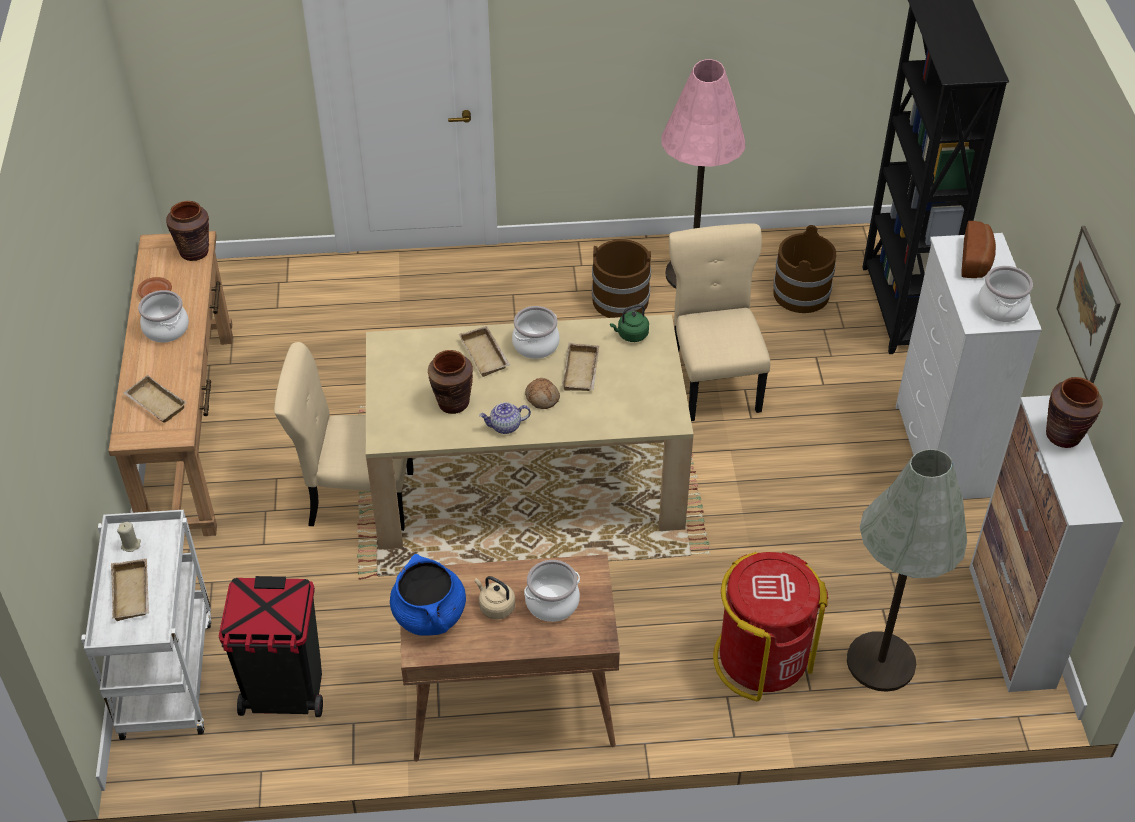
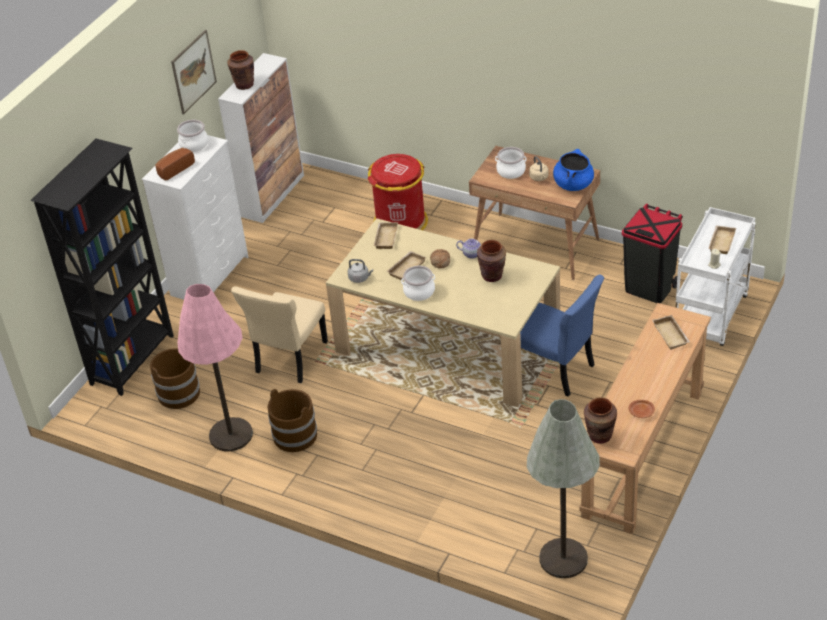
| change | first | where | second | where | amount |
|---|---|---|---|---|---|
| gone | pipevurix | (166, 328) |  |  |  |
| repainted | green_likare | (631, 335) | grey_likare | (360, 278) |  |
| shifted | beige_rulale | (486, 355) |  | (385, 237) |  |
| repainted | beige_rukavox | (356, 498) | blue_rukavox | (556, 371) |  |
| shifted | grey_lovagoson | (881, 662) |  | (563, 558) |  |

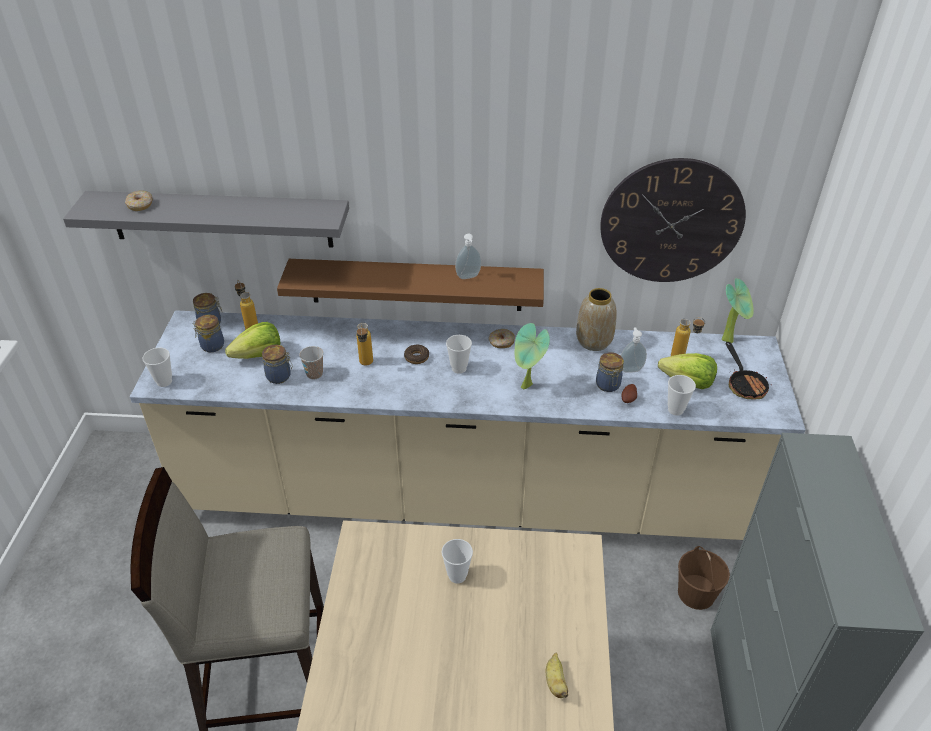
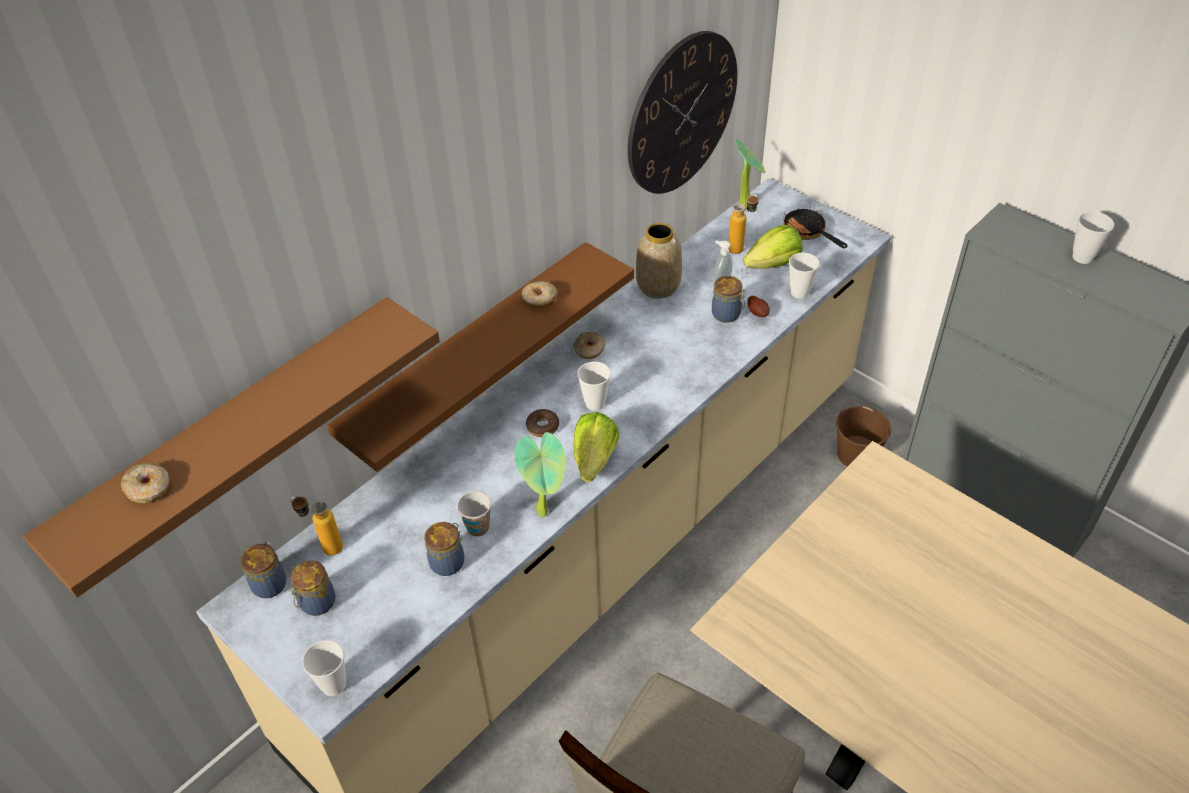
| change | first | where | second | where | amount |
|---|---|---|---|---|---|
| repainted | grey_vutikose | (221, 219) | brown_vutikose | (233, 434) |  |
| swapped | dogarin | (468, 277) | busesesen | (539, 299) |  |
| shifted | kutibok | (258, 355) |  | (594, 459) |  |
| gone | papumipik | (366, 365) |  |  |  |
| shifted | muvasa | (527, 387) |  | (545, 511) |  |
| rotated | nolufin | (744, 384) |  | (808, 233) | 150 degrees counterclockwise |
| shifted | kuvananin | (457, 575) |  | (1082, 257) |  |
| gone | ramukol | (555, 682) |  |  |  |

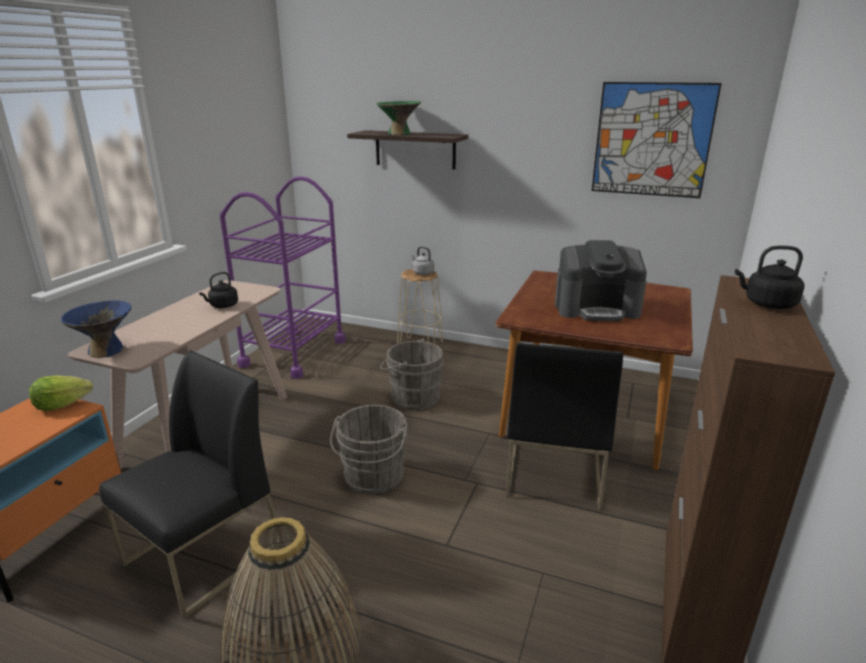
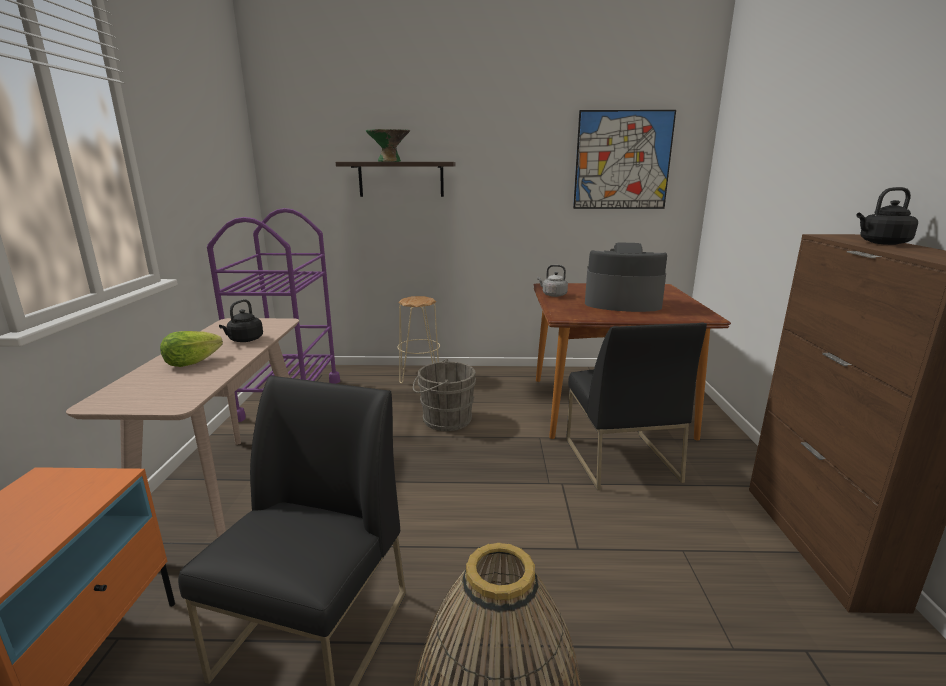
| change | first | where | second | where | amount |
|---|---|---|---|---|---|
| rotated | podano | (597, 308) |  | (621, 303) | 150 degrees counterclockwise |
| shifted | grey_likare | (422, 273) |  | (553, 295) |  |
| gone | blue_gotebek | (106, 350) |  |  |  |
| shifted | kutibok | (62, 405) |  | (191, 363) |  |
| gone | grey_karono | (373, 478) |  |  |  |

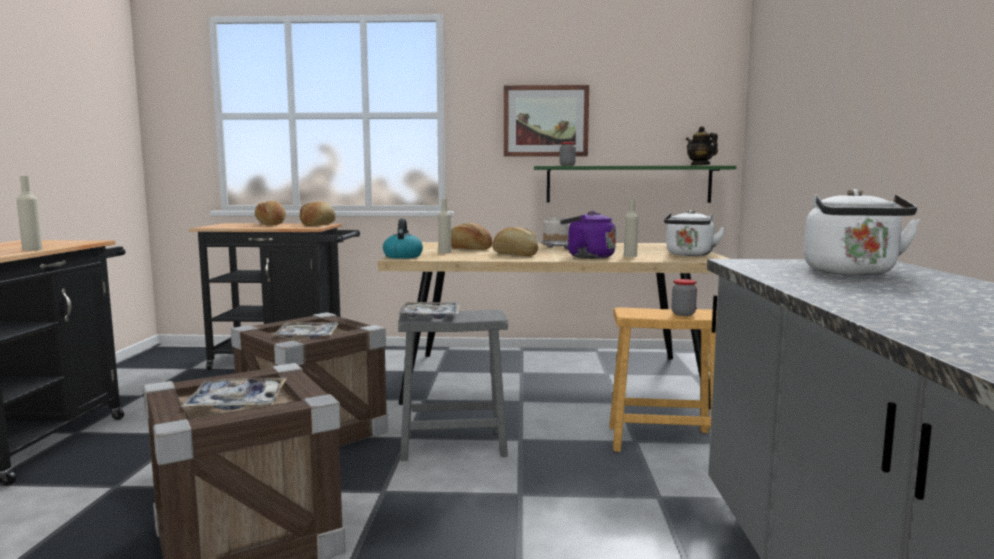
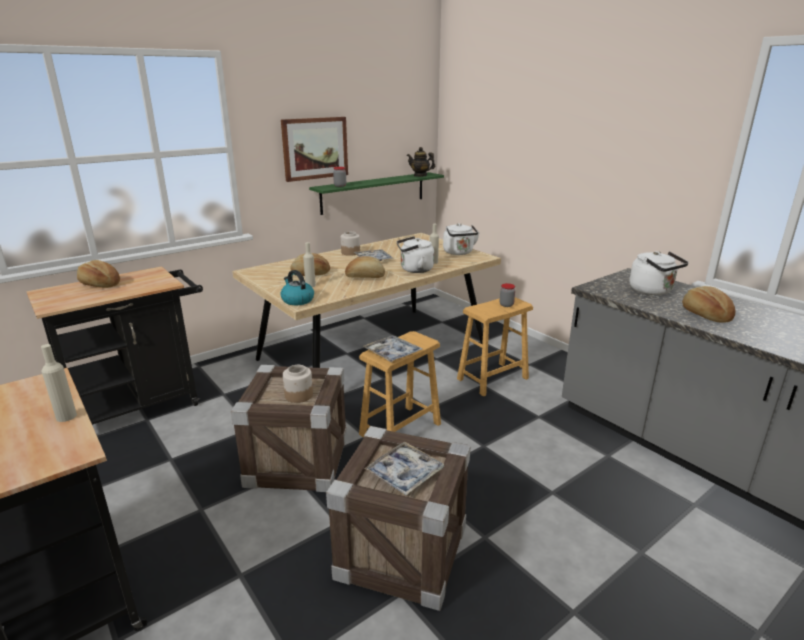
| change | first | where | second | where | amount |
|---|---|---|---|---|---|
| shifted | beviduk | (318, 225) |  | (705, 315) |  |
| repainted | purple_likare | (587, 257) | white_likare | (414, 270) |  |
| repainted | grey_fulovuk | (453, 445) | brown_fulovuk | (400, 429) |  |
| swapped | rulale | (307, 337) | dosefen | (298, 395) |  |

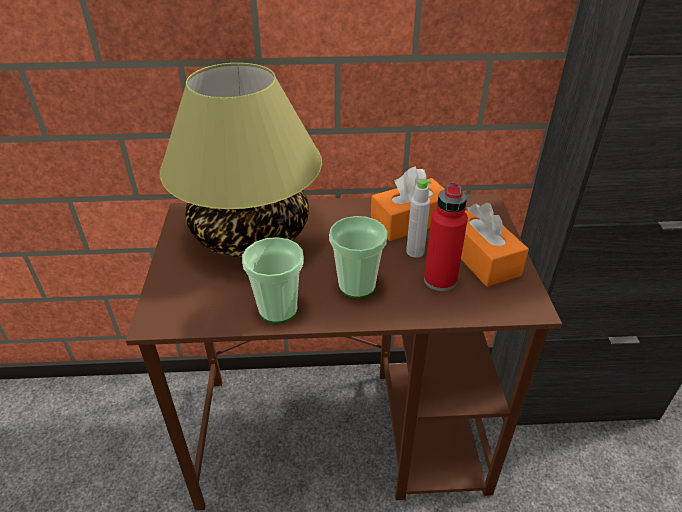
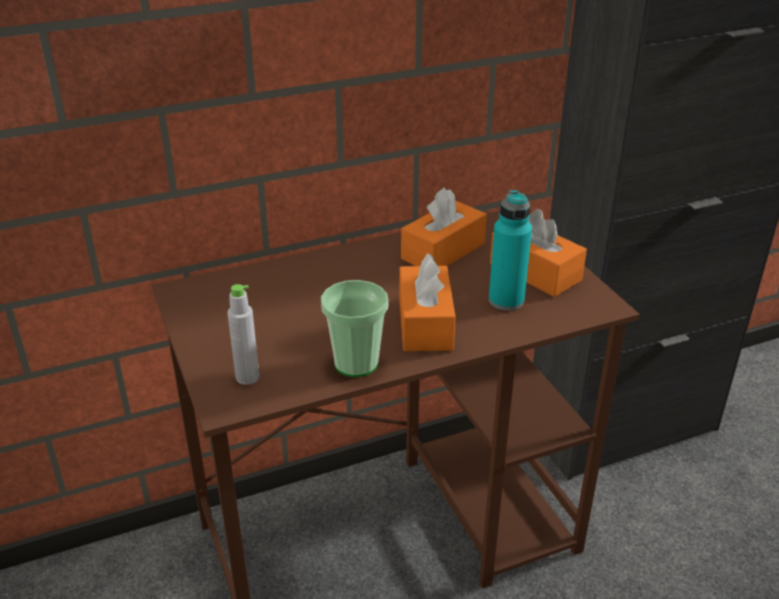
| change | first | where | second | where | amount |
|---|---|---|---|---|---|
| gone | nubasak | (252, 233) |  |  |  |
| shifted | grey_papumipik | (415, 252) |  | (247, 377) |  |
| repainted | red_papumipik | (440, 280) | turquoise_papumipik | (506, 300) |  |
| swapped | kuvananin | (357, 285) | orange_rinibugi | (425, 323) |  |

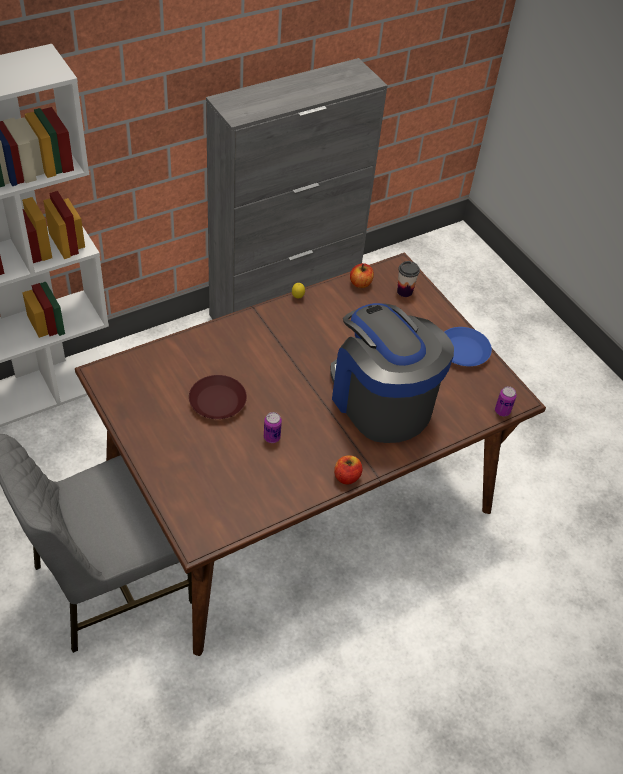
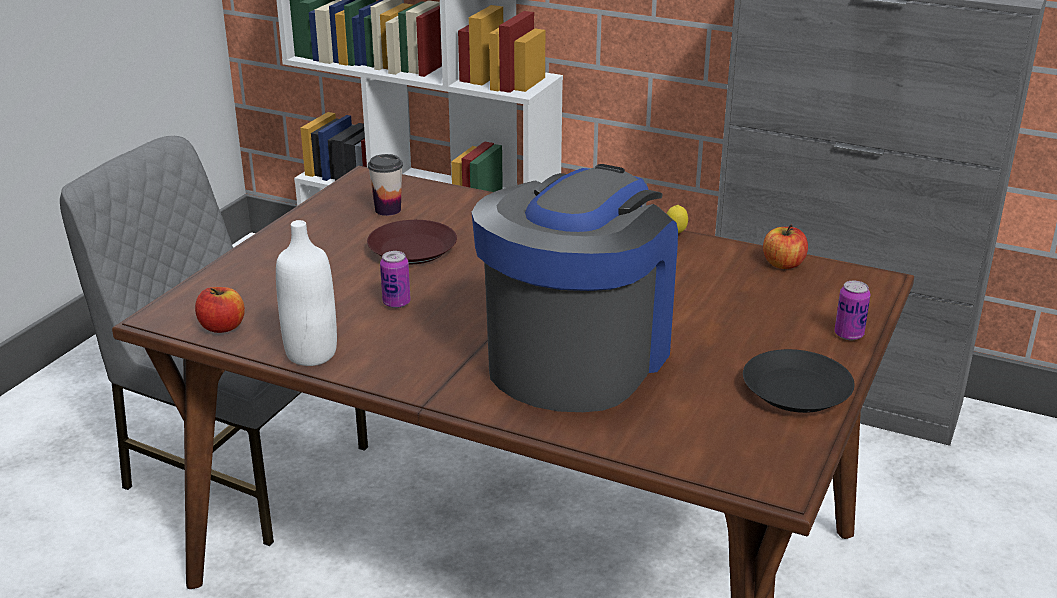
| change | first | where | second | where | amount |
|---|---|---|---|---|---|
| shifted | kuvananin | (404, 291) |  | (388, 210) |  |
| repainted | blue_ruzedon | (463, 351) | black_ruzedon | (795, 390) |  |
| shifted | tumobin | (502, 411) |  | (848, 334) |  |
| shifted | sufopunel | (346, 477) |  | (222, 327) |  |
| new |  |  | white_papumipik | (311, 354) |  |

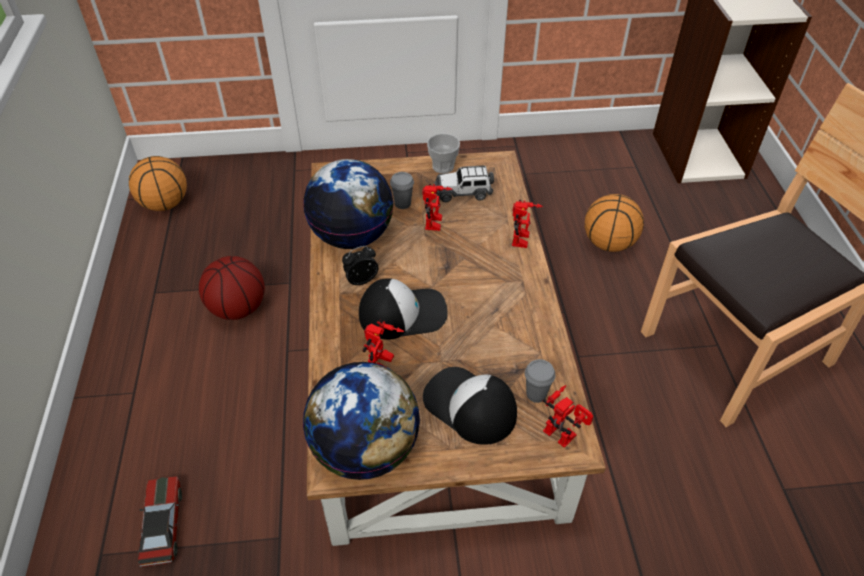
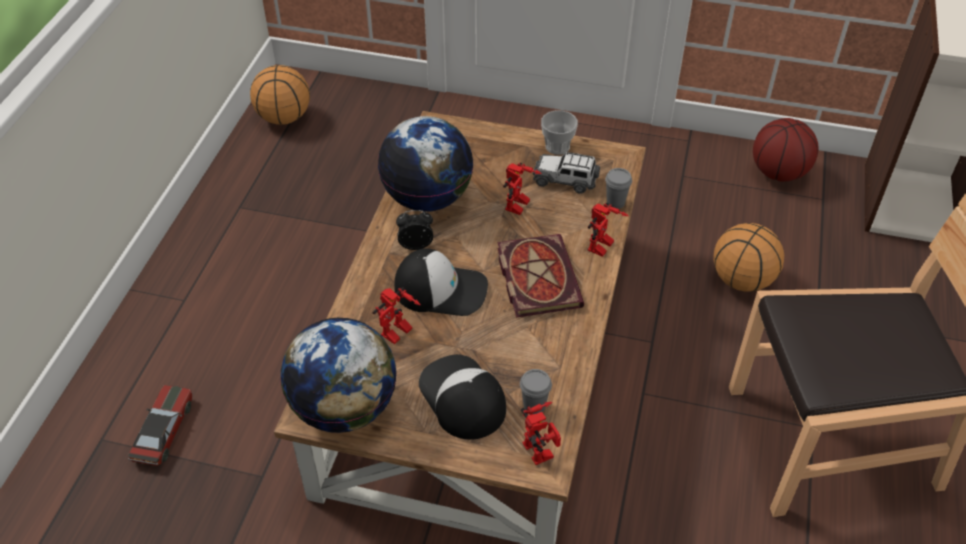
| change | first | where | second | where | amount |
|---|---|---|---|---|---|
| shifted | grey_kuvananin | (402, 204) |  | (615, 203) |  |
| shifted | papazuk | (237, 308) |  | (778, 172) |  |
| new |  |  | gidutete | (536, 276) |  |

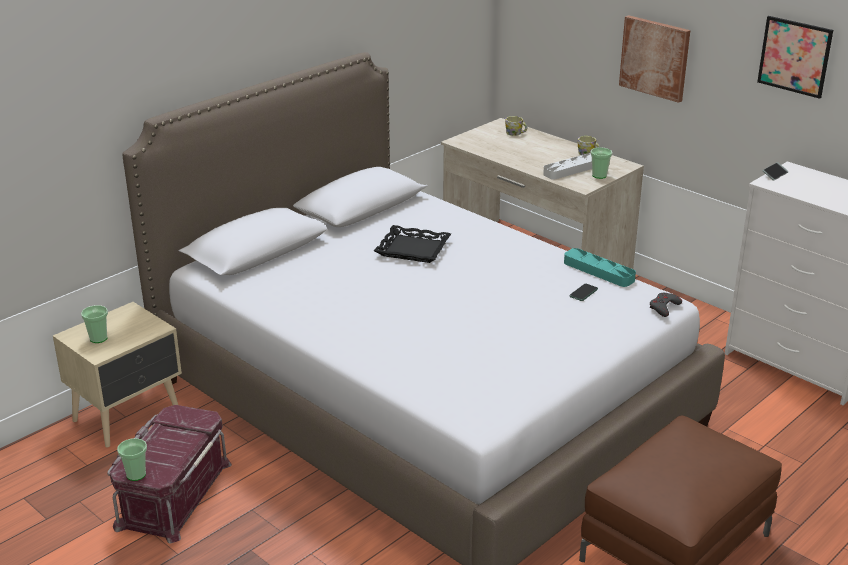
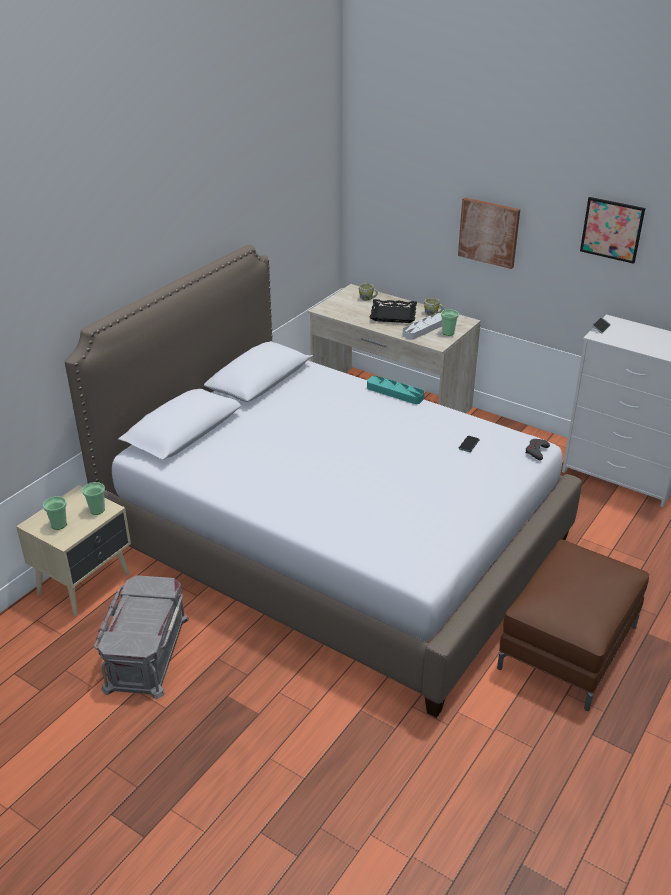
| change | first | where | second | where | amount |
|---|---|---|---|---|---|
| shifted | black_rulale | (413, 249) |  | (393, 314) |  |
| shifted | turquoise_rulale | (598, 271) |  | (395, 393) |  |
| repainted | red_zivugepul | (172, 494) | grey_zivugepul | (145, 652) |  |
| shifted | kuvananin | (136, 474) |  | (97, 510) |  |

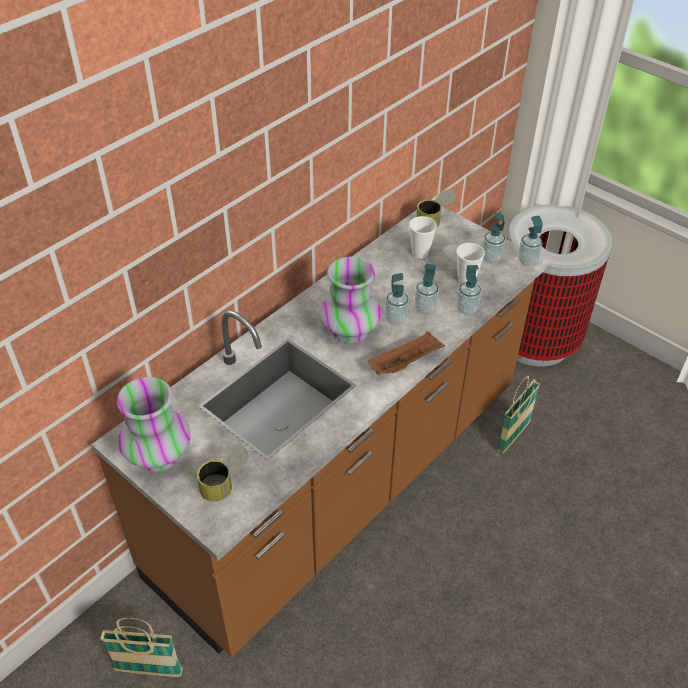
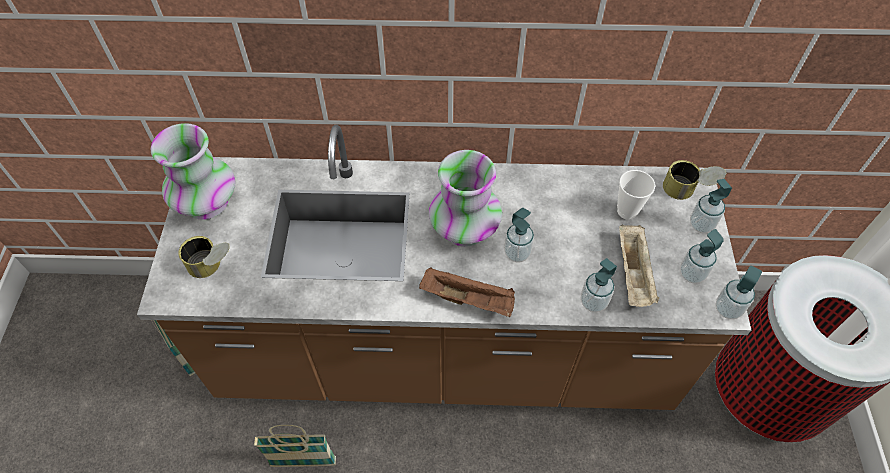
| change | first | where | second | where | amount |
|---|---|---|---|---|---|
| swapped | kuvananin | (466, 280) | beige_rulale | (633, 274) |  |
| shifted | dogarin | (425, 308) |  | (701, 224) |  |
| shifted | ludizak | (513, 437) |  | (303, 462) |  |

